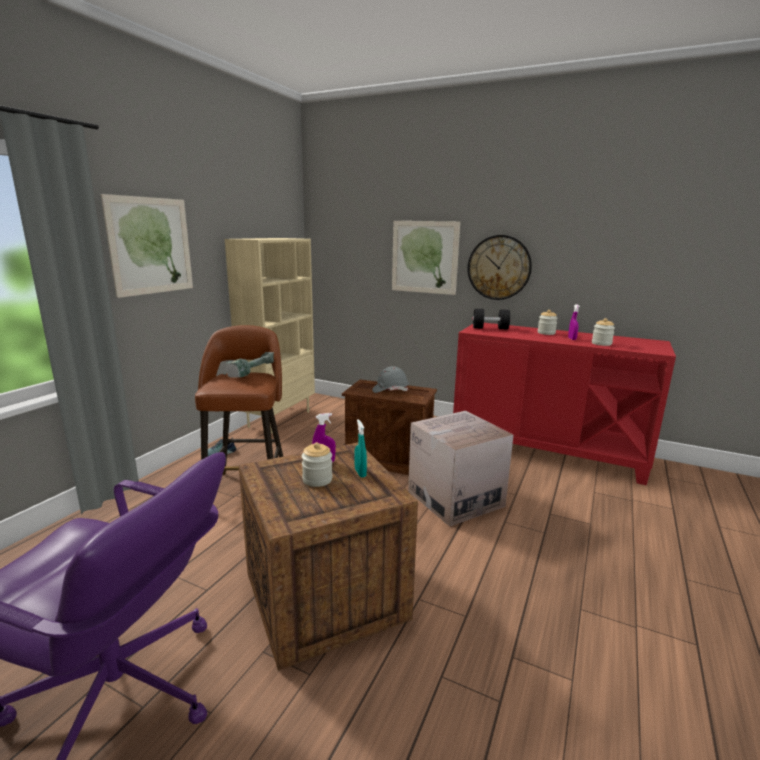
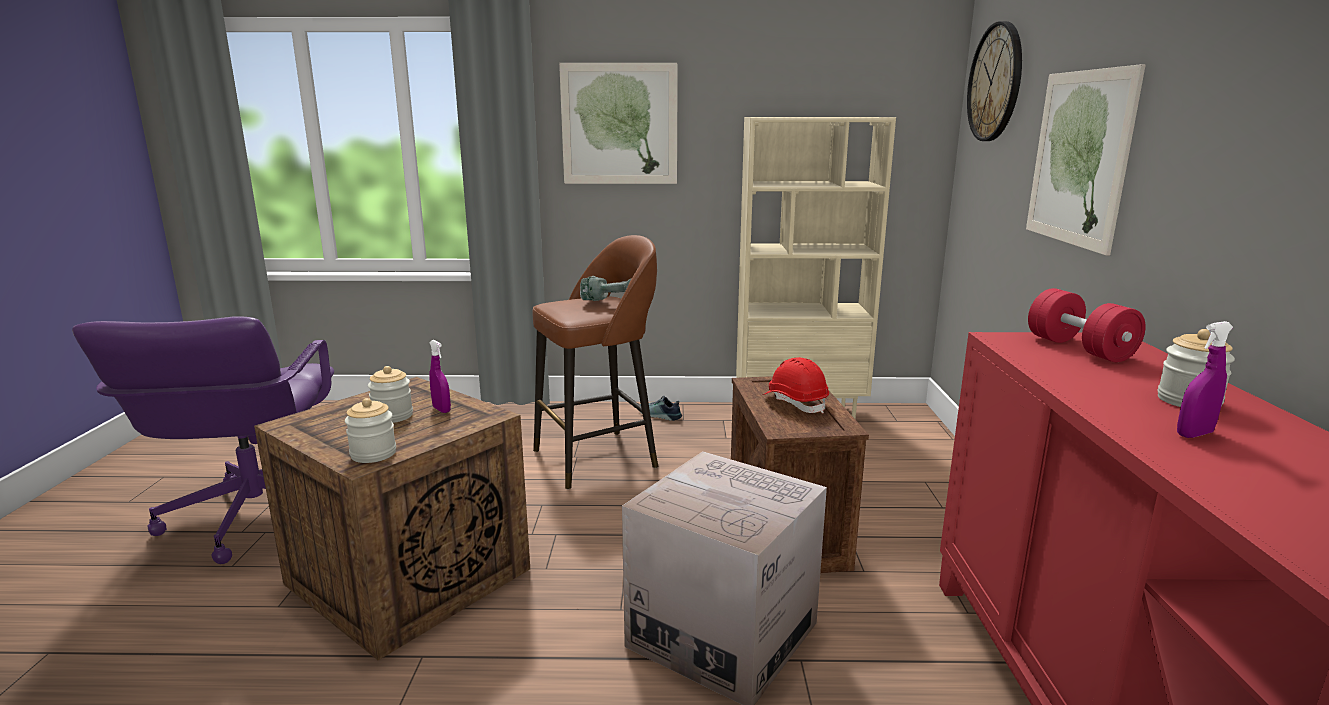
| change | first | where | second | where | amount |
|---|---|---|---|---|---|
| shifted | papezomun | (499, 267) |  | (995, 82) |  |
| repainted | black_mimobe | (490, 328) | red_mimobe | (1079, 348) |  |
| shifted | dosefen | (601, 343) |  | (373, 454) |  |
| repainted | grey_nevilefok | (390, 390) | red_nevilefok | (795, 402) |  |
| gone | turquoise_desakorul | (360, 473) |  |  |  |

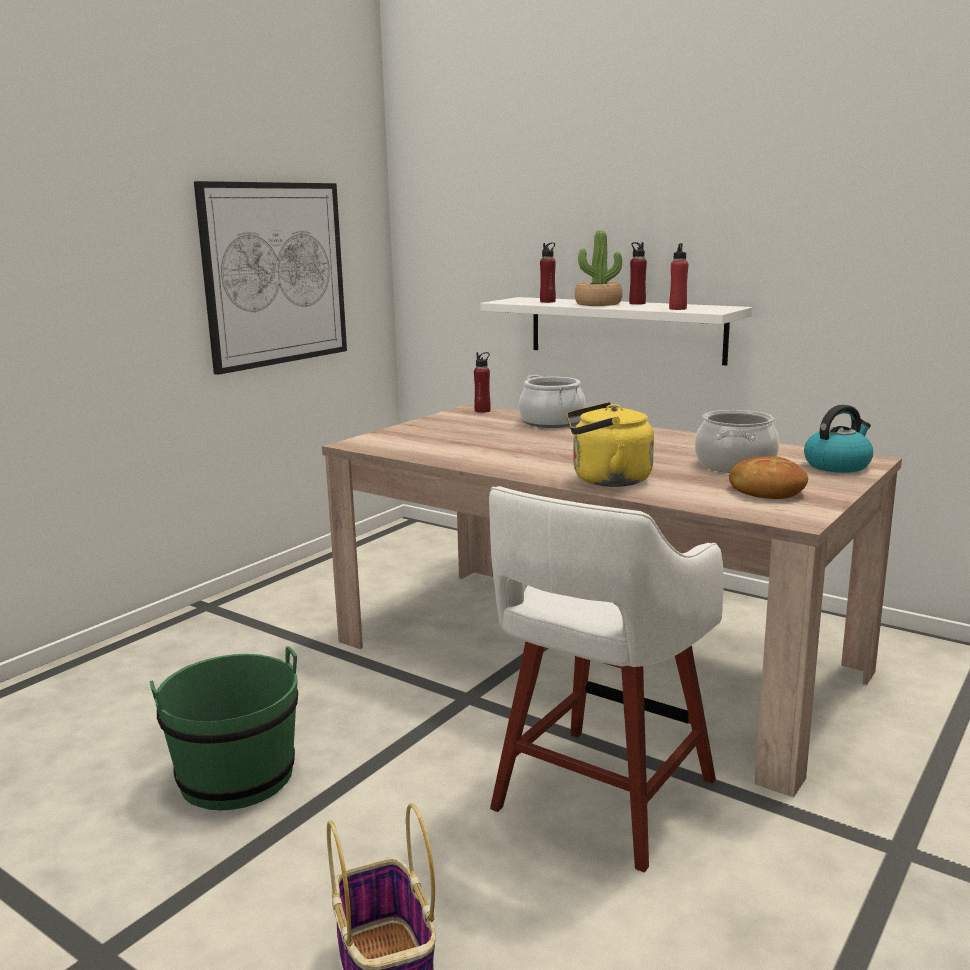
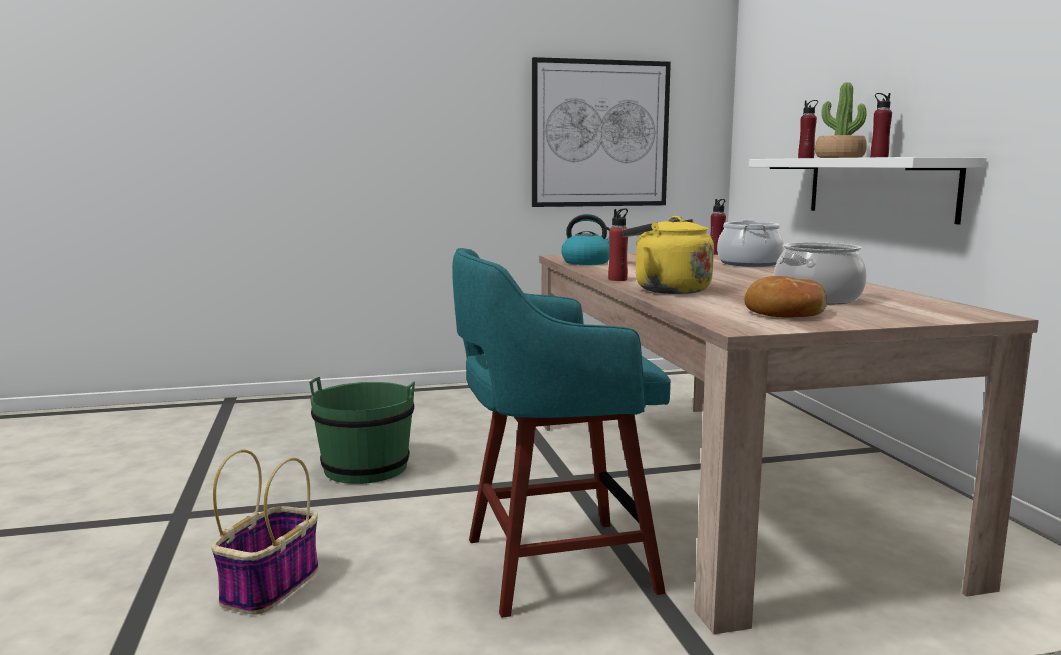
| change | first | where | second | where | amount |
|---|---|---|---|---|---|
| shifted | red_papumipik | (677, 309) |  | (617, 279) |  |
| shifted | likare | (837, 465) |  | (587, 262) |  |
| repainted | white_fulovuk | (600, 798) | turquoise_fulovuk | (552, 565) |  |

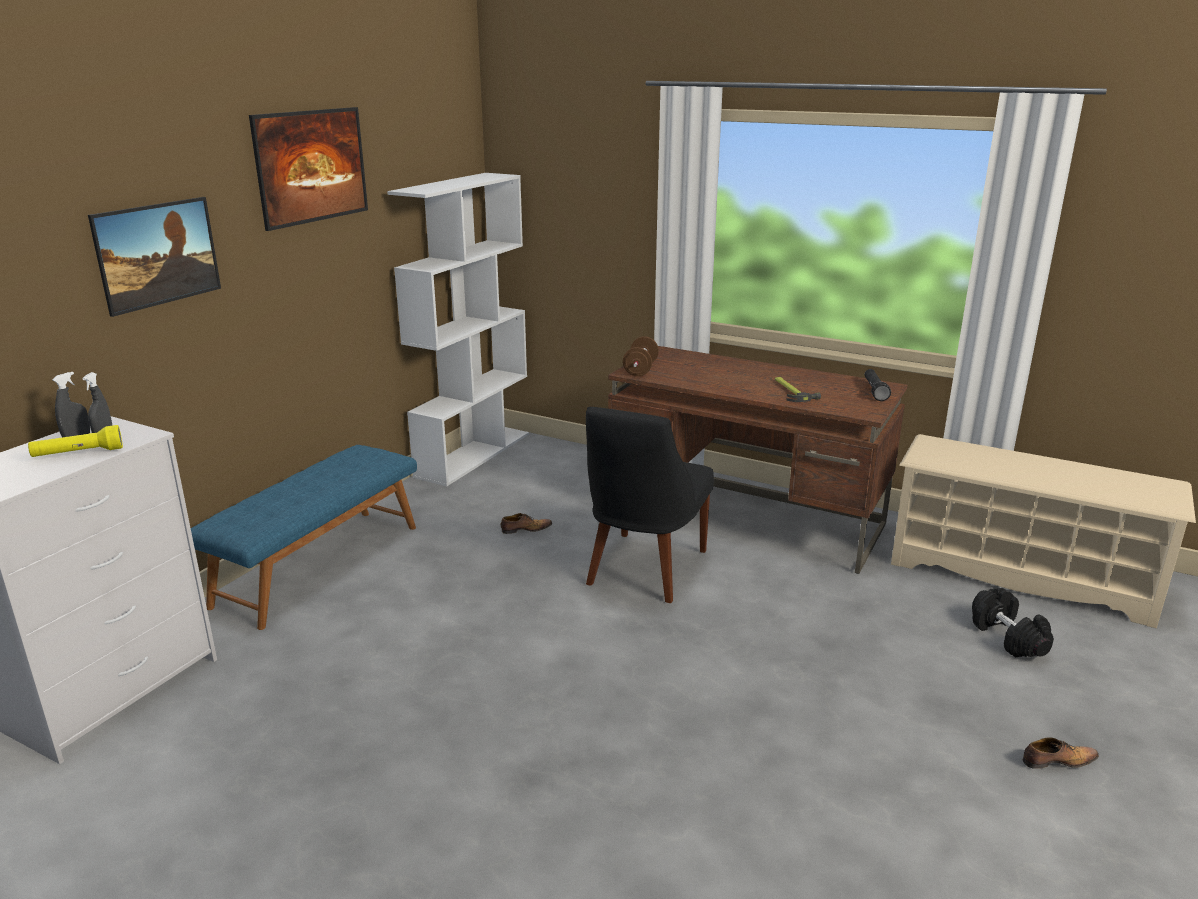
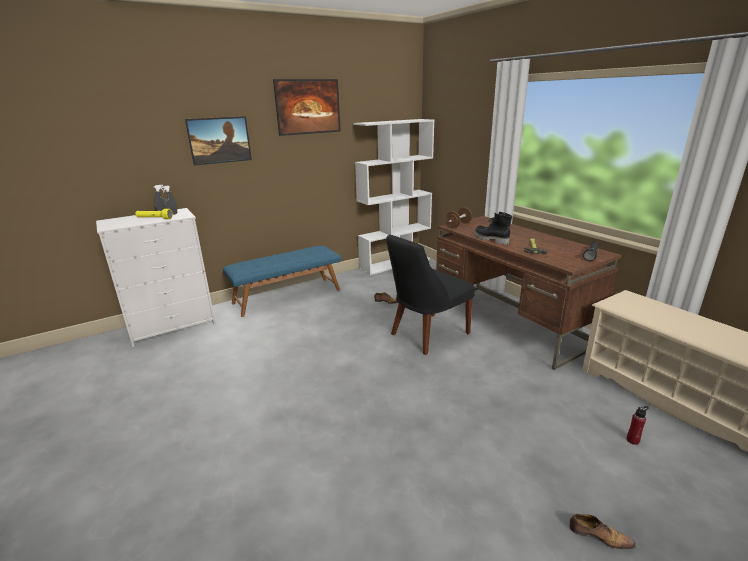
| change | first | where | second | where | amount |
|---|---|---|---|---|---|
| swapped | black_mimobe | (1008, 637) | red_papumipik | (632, 440) |  |
| new |  |  | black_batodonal | (490, 239) |  |

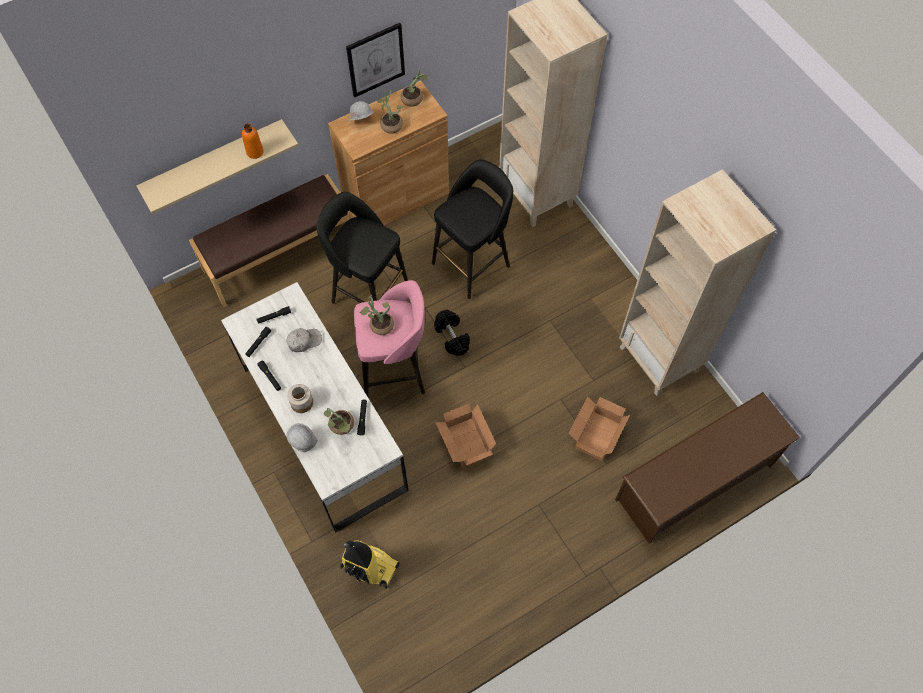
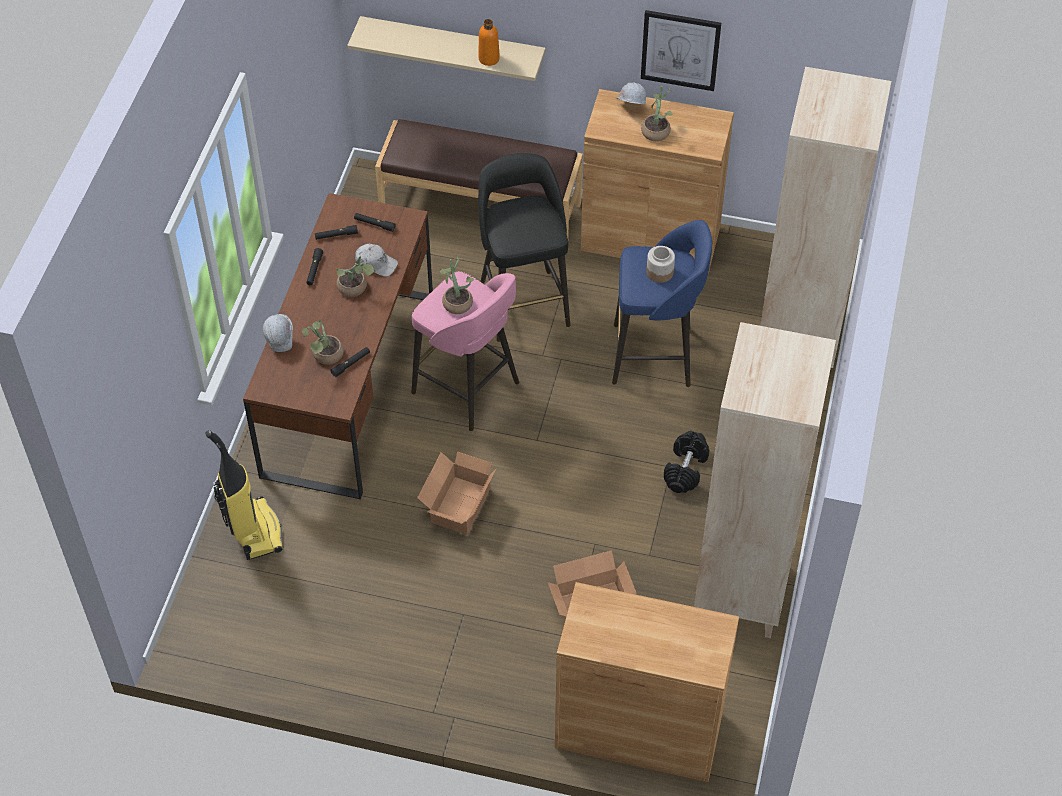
| change | first | where | second | where | amount |
|---|---|---|---|---|---|
| shifted | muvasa | (414, 98) |  | (355, 288) |  |
| repainted | black_fulovuk | (472, 263) | blue_fulovuk | (655, 356) |  |
| repainted | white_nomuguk | (323, 426) | brown_nomuguk | (349, 384) |  |
| shifted | black_mimobe | (452, 337) |  | (685, 470) |  |
| shifted | dosefen | (302, 402) |  | (660, 272) |  |
| swapped | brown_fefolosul | (694, 482) | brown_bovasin | (639, 730) |  |

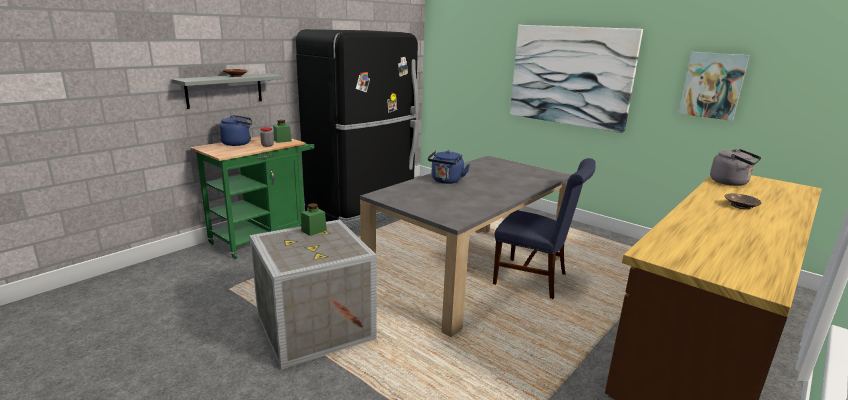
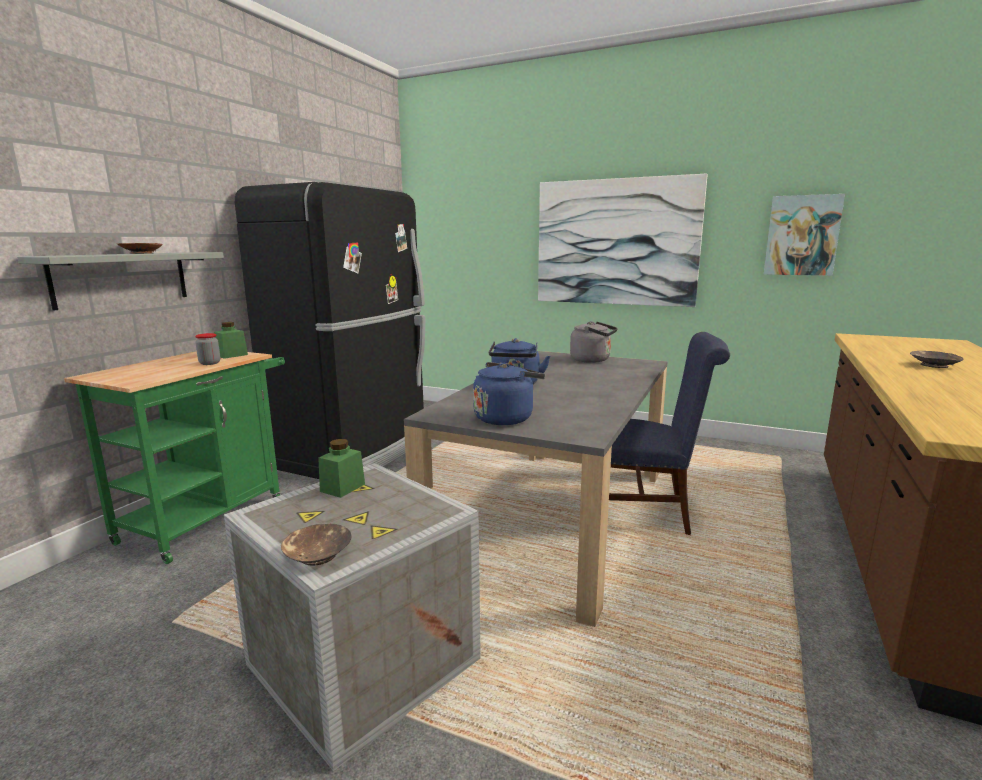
| change | first | where | second | where | amount |
|---|---|---|---|---|---|
| shifted | blue_likare | (238, 143) |  | (506, 418) |  |
| shifted | grey_likare | (731, 183) |  | (593, 360) |  |
| new |  |  | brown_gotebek | (318, 555) |  |

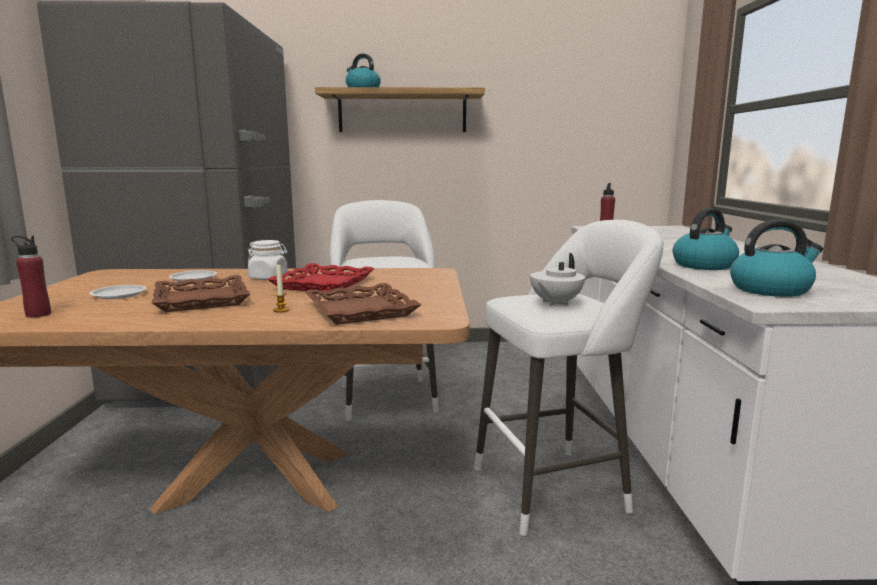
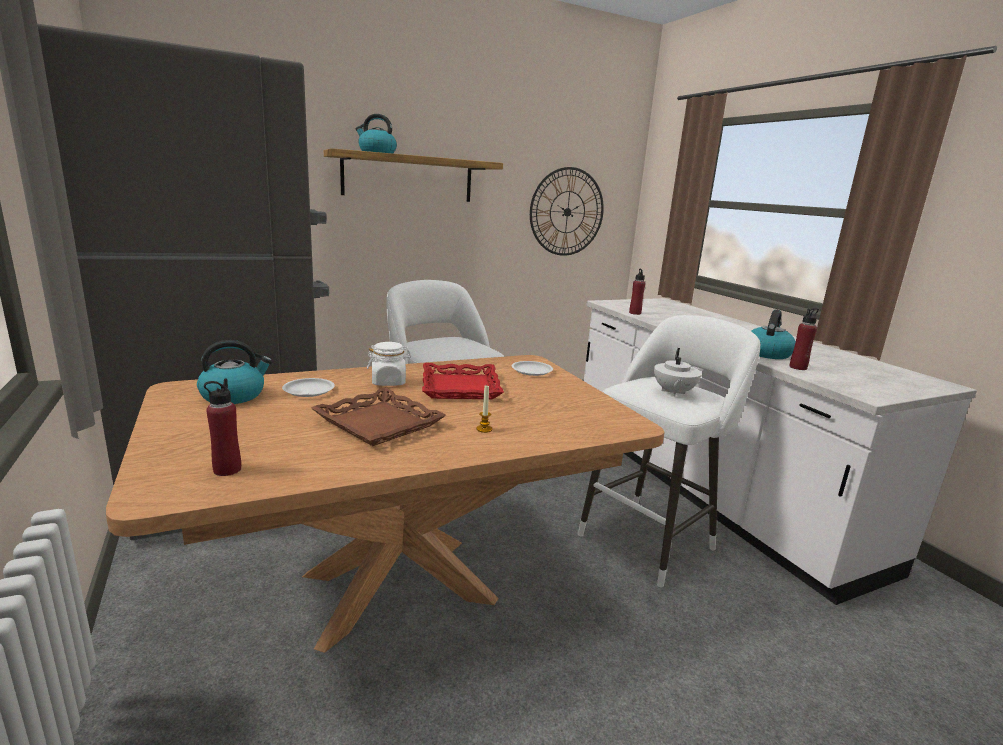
| change | first | where | second | where | amount |
|---|---|---|---|---|---|
| shifted | likare | (771, 290) |  | (234, 395) |  |
| gone | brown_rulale | (359, 310) |  |  |  |
| shifted | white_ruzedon | (118, 295) |  | (532, 371) |  |
| new |  |  | papezomun | (567, 212) |  |
| new |  |  | red_papumipik | (798, 367) |  |

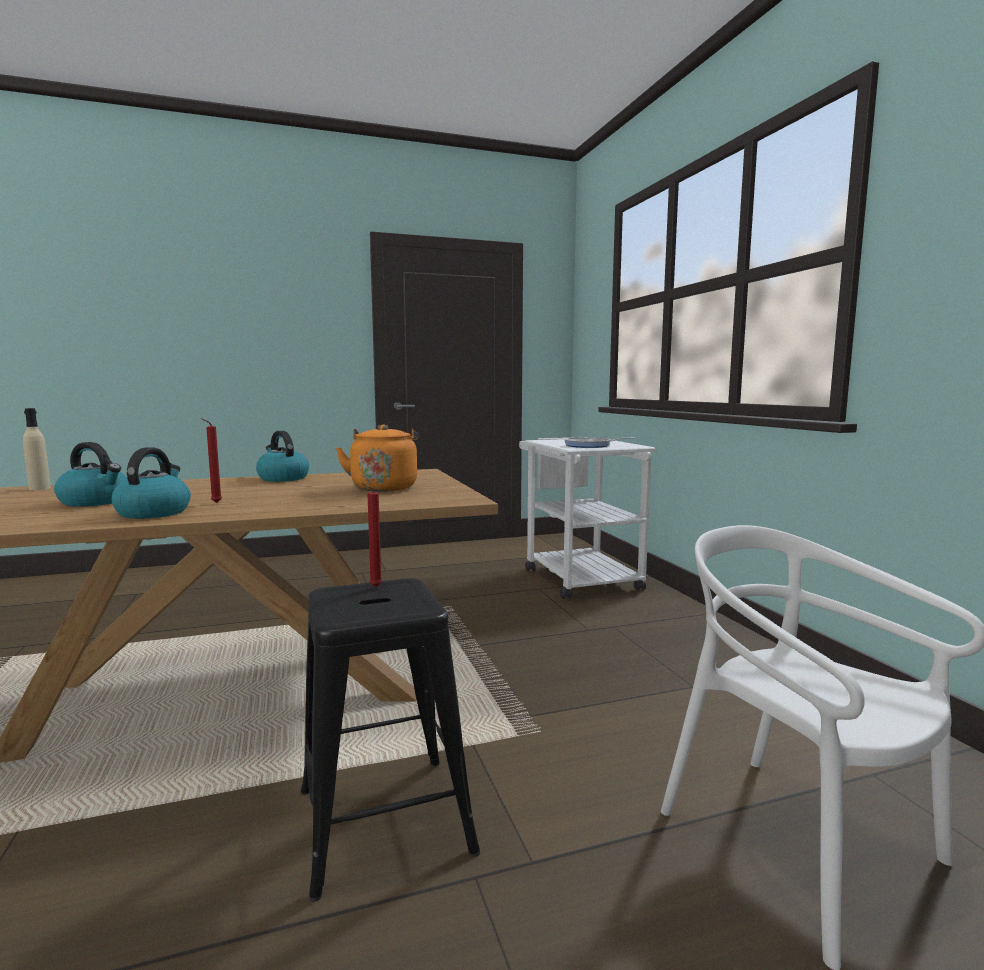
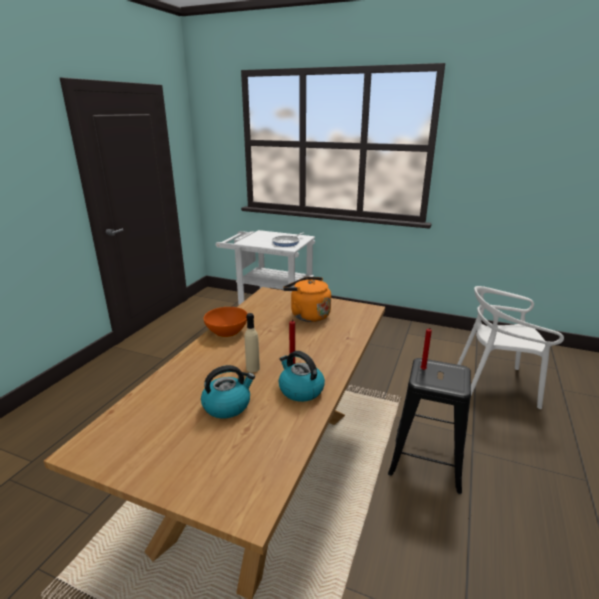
| change | first | where | second | where | amount |
|---|---|---|---|---|---|
| shifted | beige_papumipik | (39, 488) |  | (253, 368) |  |
| swapped | likare | (282, 478) | orange_gotebek | (227, 331) |  |

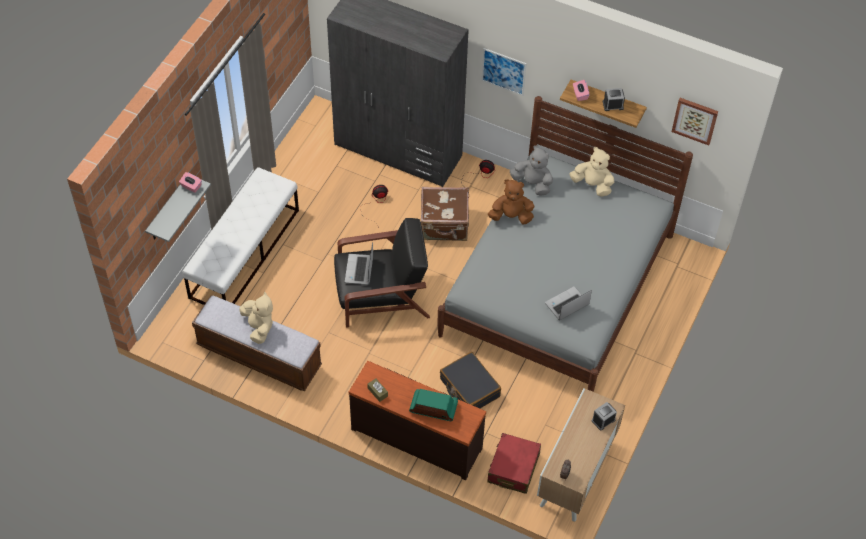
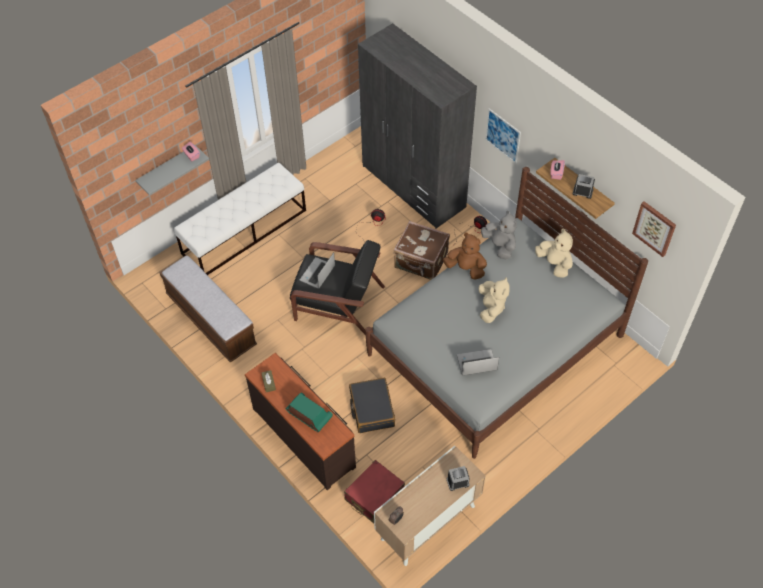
| change | first | where | second | where | amount |
|---|---|---|---|---|---|
| shifted | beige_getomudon | (259, 327) |  | (491, 308) |  |

